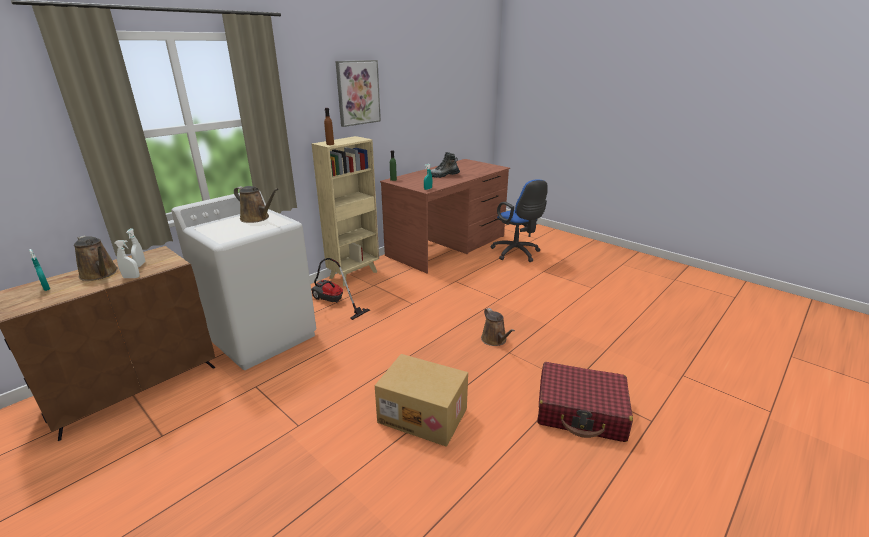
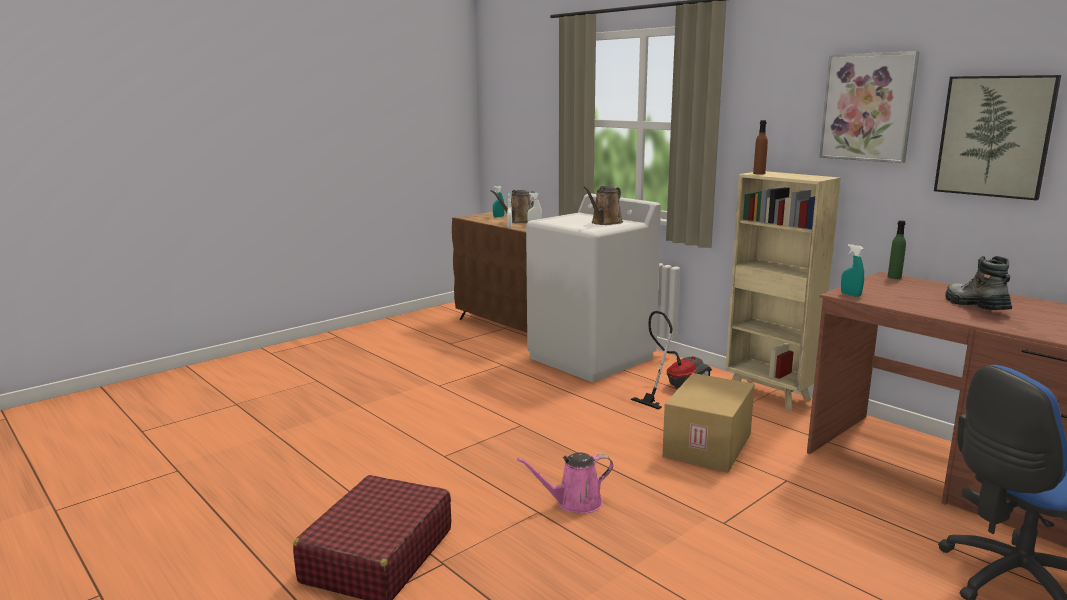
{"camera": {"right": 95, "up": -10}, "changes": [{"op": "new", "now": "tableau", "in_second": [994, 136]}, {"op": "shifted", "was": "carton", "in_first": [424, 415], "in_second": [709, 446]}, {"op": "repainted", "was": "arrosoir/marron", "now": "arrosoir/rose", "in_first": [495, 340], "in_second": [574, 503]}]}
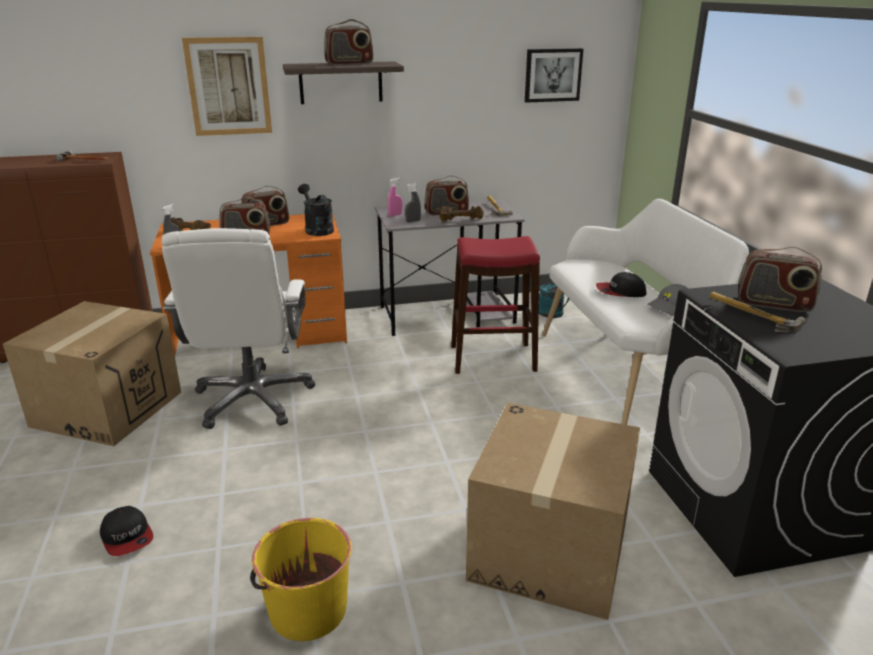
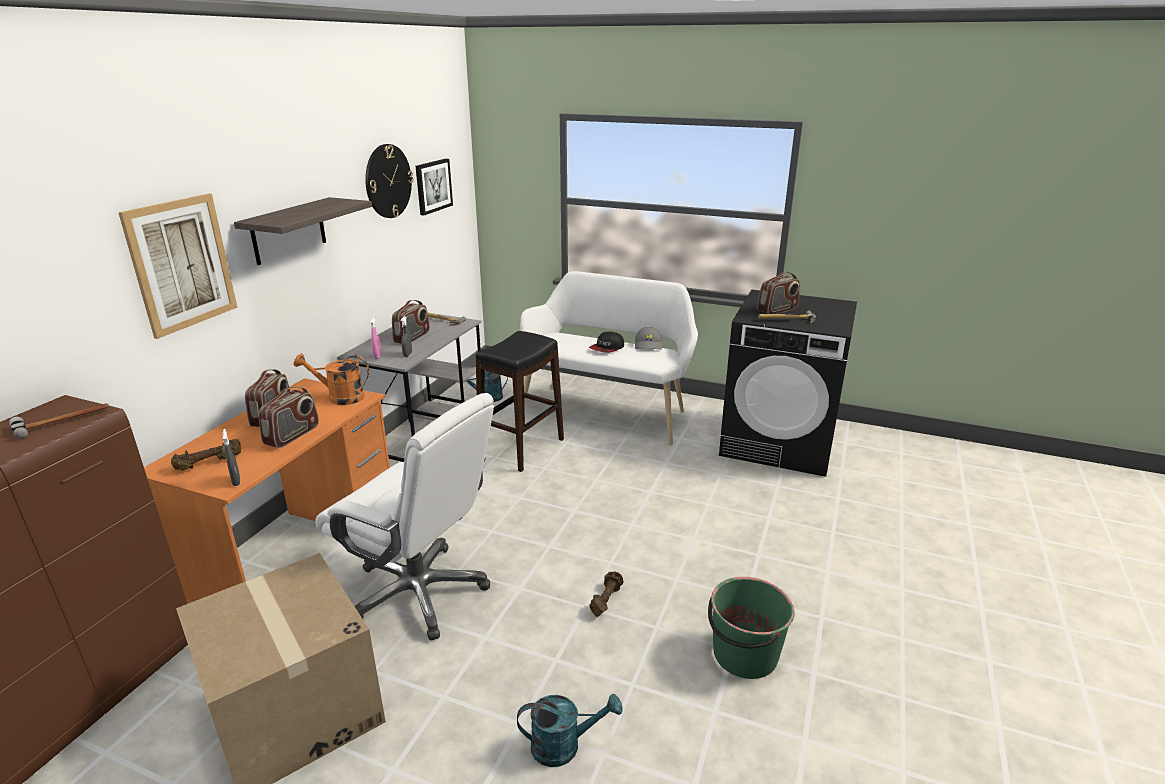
{"camera": {"right": -55, "up": 0}, "changes": [{"op": "gone", "was": "radio", "in_first": [349, 63]}, {"op": "gone", "was": "carton", "in_first": [550, 551]}, {"op": "new", "now": "horloge murale", "in_second": [388, 181]}, {"op": "shifted", "was": "haltère/marron", "in_first": [461, 220], "in_second": [605, 600]}, {"op": "swapped", "was": "casquette", "now": "arrosoir/turquoise", "in_first": [127, 537], "in_second": [564, 745]}, {"op": "repainted", "was": "seau/jaune", "now": "seau/vert", "in_first": [307, 610], "in_second": [744, 655]}, {"op": "repainted", "was": "arrosoir/noir", "now": "arrosoir/orange", "in_first": [317, 229], "in_second": [340, 397]}, {"op": "repainted", "was": "tabouret/rouge", "now": "tabouret/noir", "in_first": [492, 358], "in_second": [521, 448]}]}
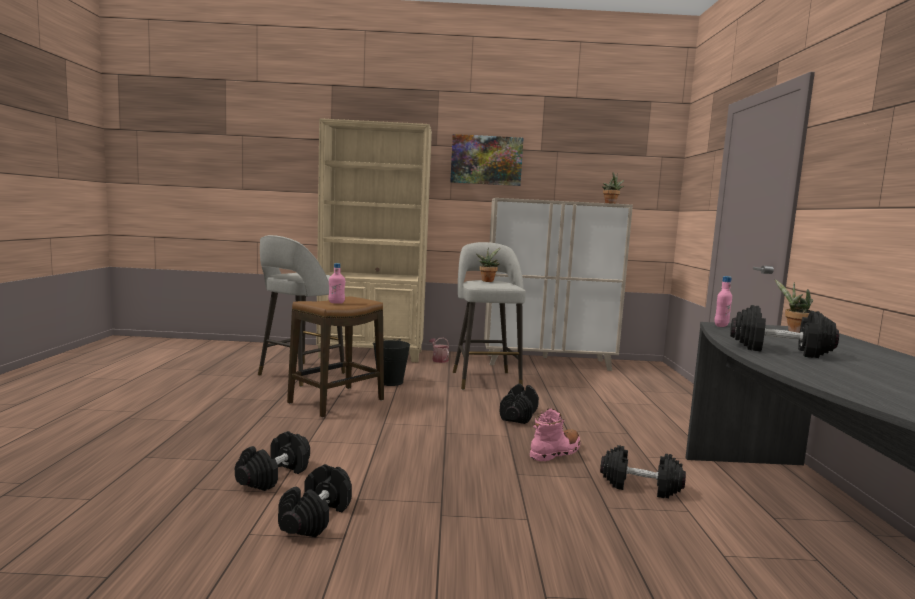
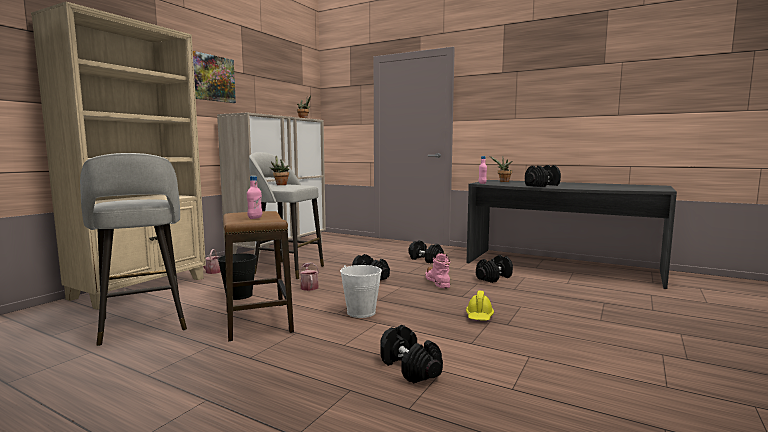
{"camera": {"right": -60, "up": 0}, "changes": [{"op": "new", "now": "arrosoir", "in_second": [309, 287]}, {"op": "new", "now": "seau/blanc", "in_second": [361, 312]}, {"op": "new", "now": "casque de chantier/jaune", "in_second": [479, 316]}, {"op": "shifted", "was": "haltère/noir", "in_first": [315, 517], "in_second": [425, 260]}]}
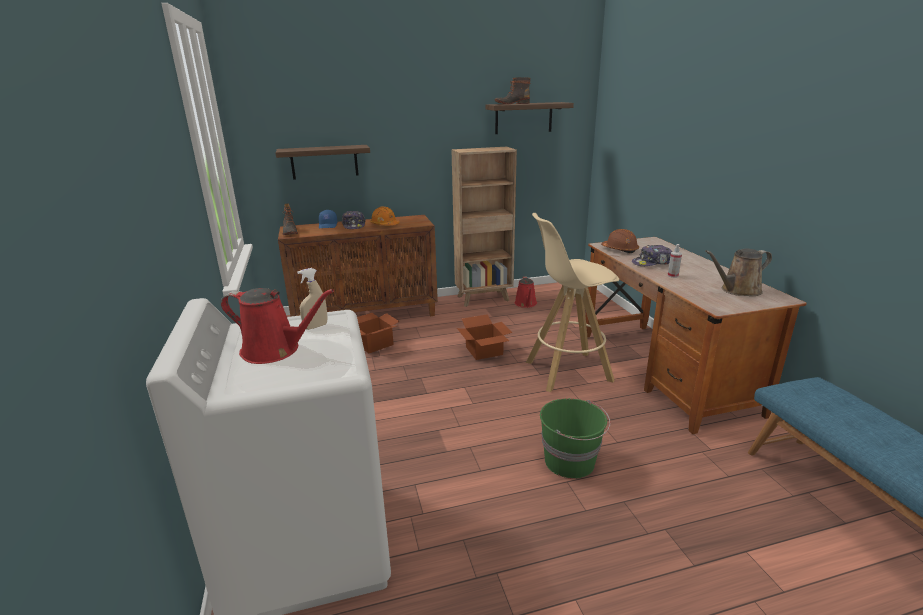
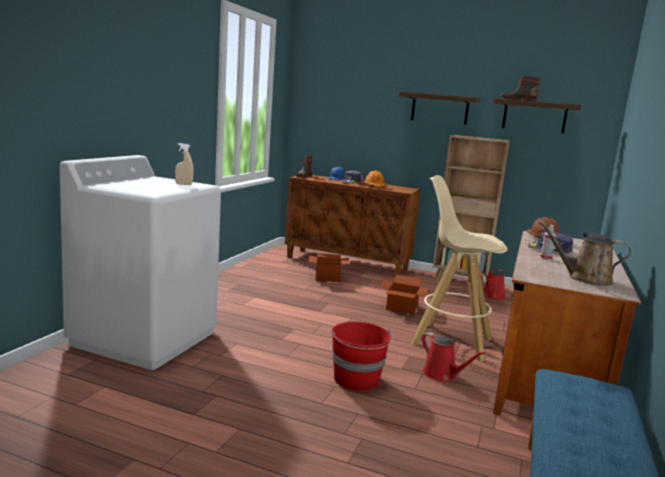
{"camera": {"right": 35, "up": -10}, "changes": [{"op": "shifted", "was": "arrosoir/rouge", "in_first": [275, 350], "in_second": [442, 375]}, {"op": "shifted", "was": "étagère", "in_first": [324, 162], "in_second": [439, 109]}, {"op": "repainted", "was": "seau/vert", "now": "seau/rouge", "in_first": [570, 461], "in_second": [357, 380]}]}
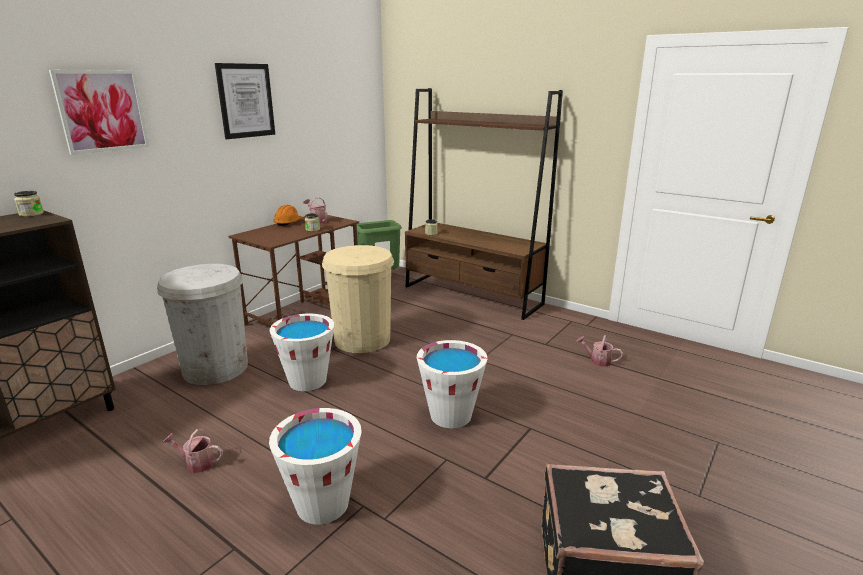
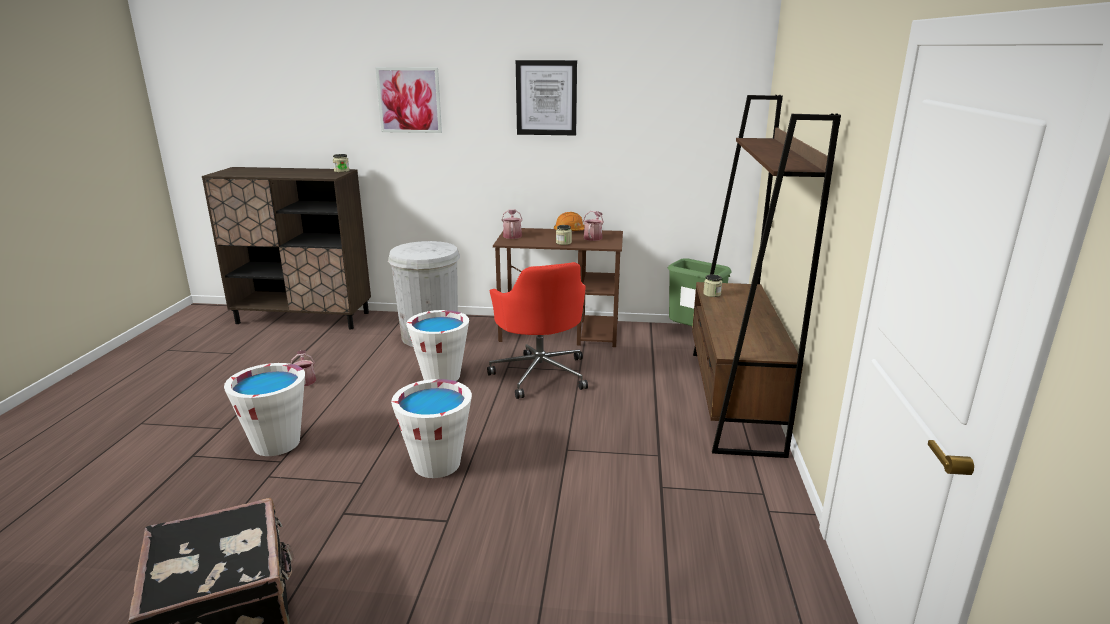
{"camera": {"right": 60, "up": 0}, "changes": [{"op": "shifted", "was": "arrosoir", "in_first": [597, 361], "in_second": [512, 235]}, {"op": "swapped", "was": "poubelle/beige", "now": "chaise de bureau/rouge", "in_first": [362, 339], "in_second": [540, 373]}]}
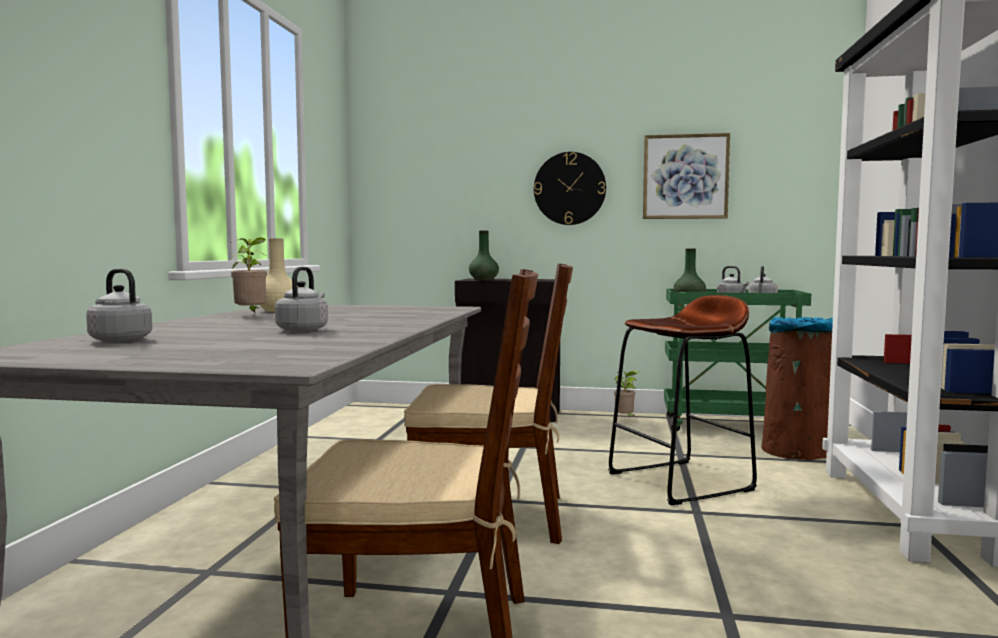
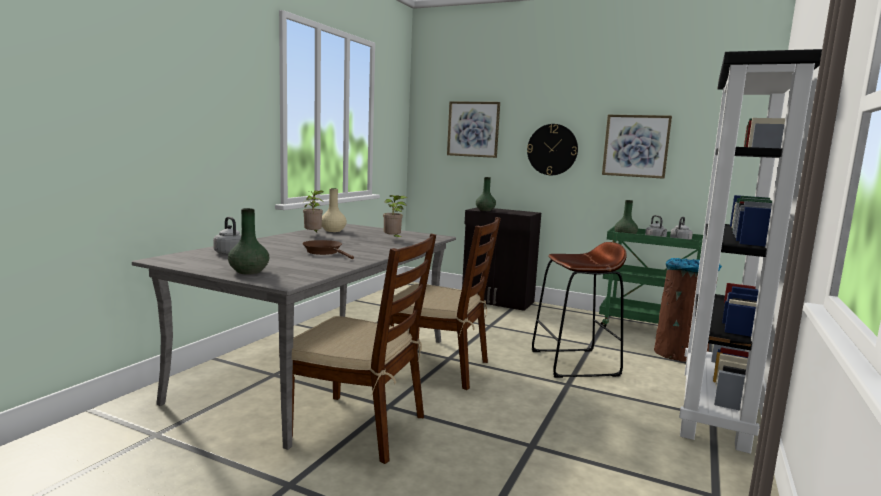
{"camera": {"right": 15, "up": 5}, "changes": [{"op": "new", "now": "vase/vert", "in_second": [249, 272]}, {"op": "new", "now": "tableau", "in_second": [473, 129]}, {"op": "shifted", "was": "plante en pot", "in_first": [625, 418], "in_second": [393, 240]}, {"op": "swapped", "was": "bouilloire/gris", "now": "poêle/marron", "in_first": [303, 330], "in_second": [325, 252]}]}
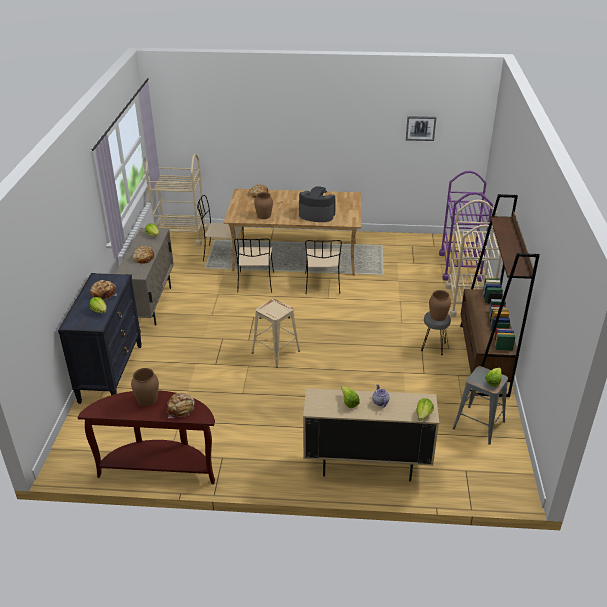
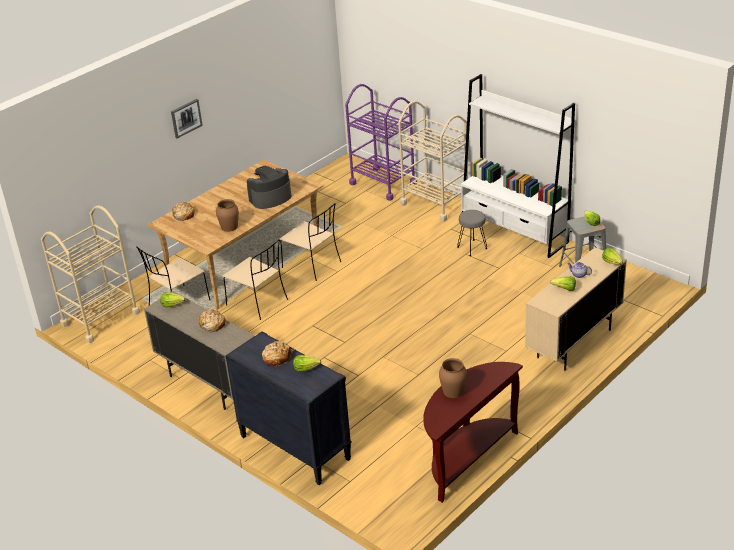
{"camera": {"right": -50, "up": 0}, "changes": [{"op": "gone", "was": "pain", "in_first": [181, 409]}, {"op": "gone", "was": "tabouret/beige", "in_first": [275, 352]}, {"op": "gone", "was": "vase/marron", "in_first": [438, 316]}, {"op": "shifted", "was": "tableau", "in_first": [420, 128], "in_second": [186, 118]}, {"op": "repainted", "was": "bibliothèque/marron", "now": "bibliothèque/blanc", "in_first": [483, 359], "in_second": [514, 232]}]}
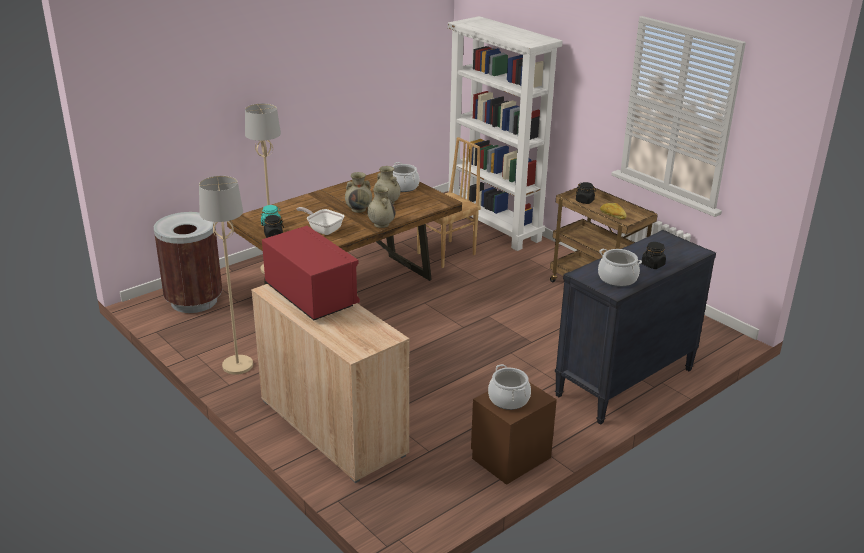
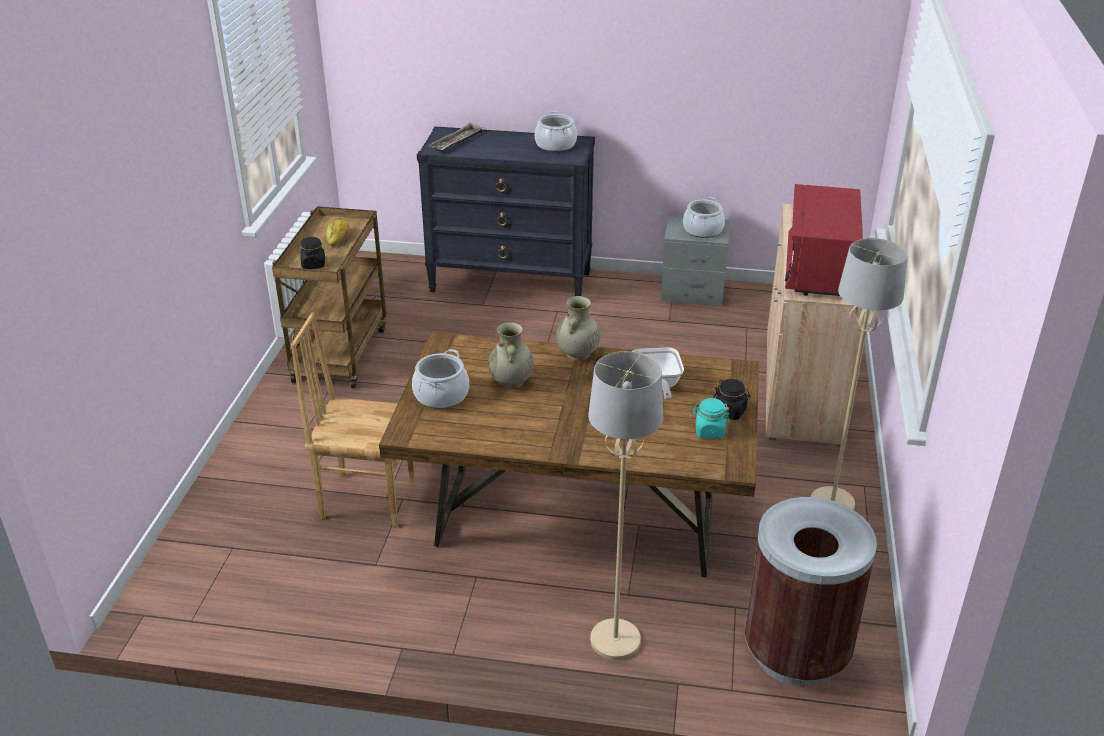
{"camera": {"right": -130, "up": 5}, "changes": [{"op": "gone", "was": "vase/beige", "in_first": [359, 209]}, {"op": "gone", "was": "bibliothèque/blanc", "in_first": [494, 228]}, {"op": "gone", "was": "bocal/noir", "in_first": [653, 264]}, {"op": "new", "now": "plateau", "in_second": [457, 141]}, {"op": "repainted", "was": "table de chevet/marron", "now": "table de chevet/gris", "in_first": [509, 457], "in_second": [692, 292]}]}
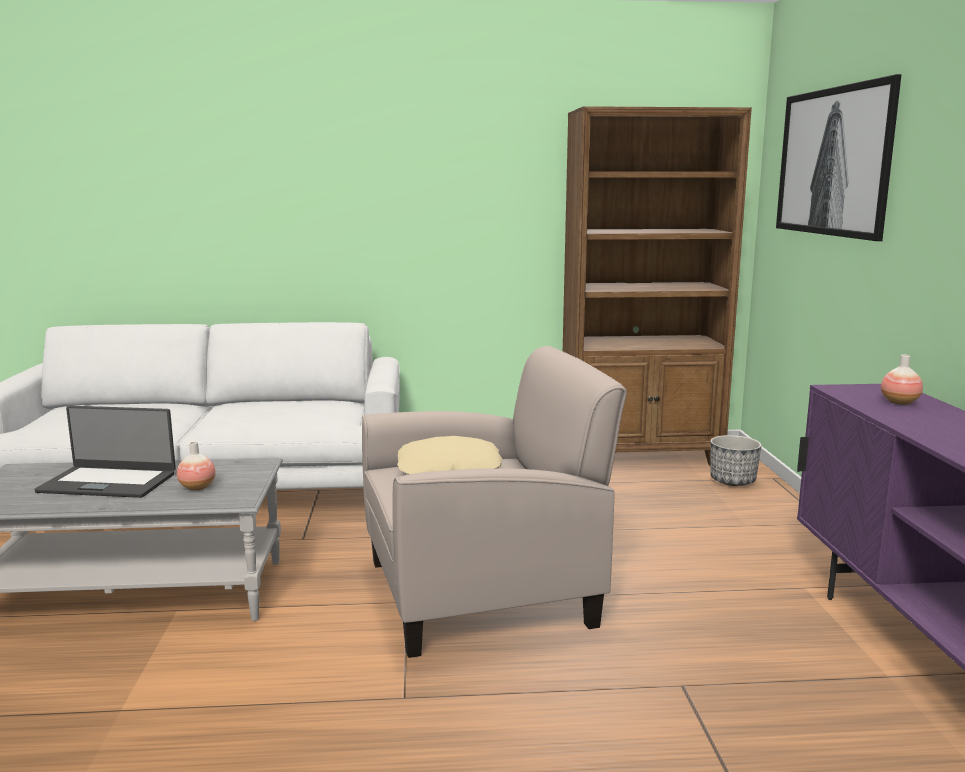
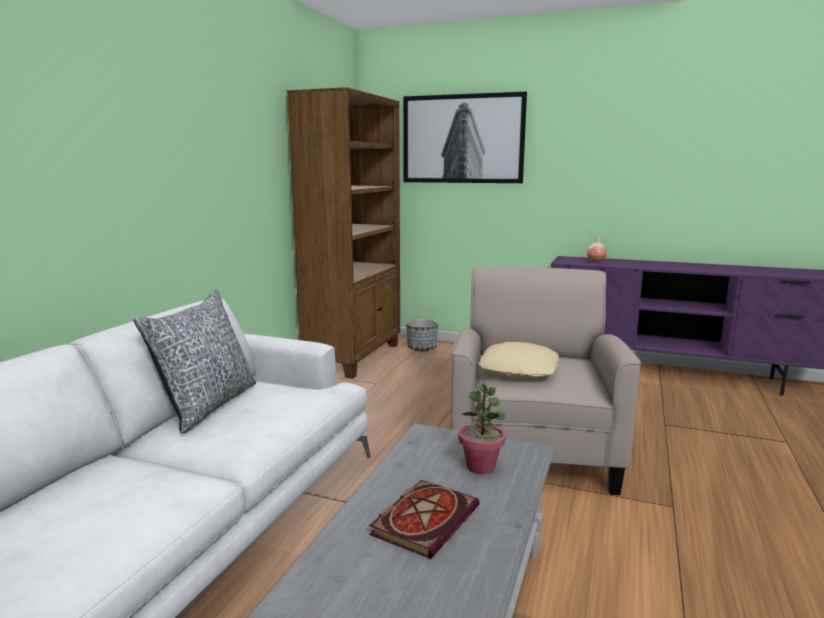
{"camera": {"right": -65, "up": 0}, "changes": [{"op": "new", "now": "coussin", "in_second": [207, 405]}, {"op": "swapped", "was": "ordinateur portable", "now": "livre", "in_first": [108, 482], "in_second": [425, 519]}, {"op": "swapped", "was": "vase", "now": "plante en pot", "in_first": [197, 487], "in_second": [481, 467]}]}
